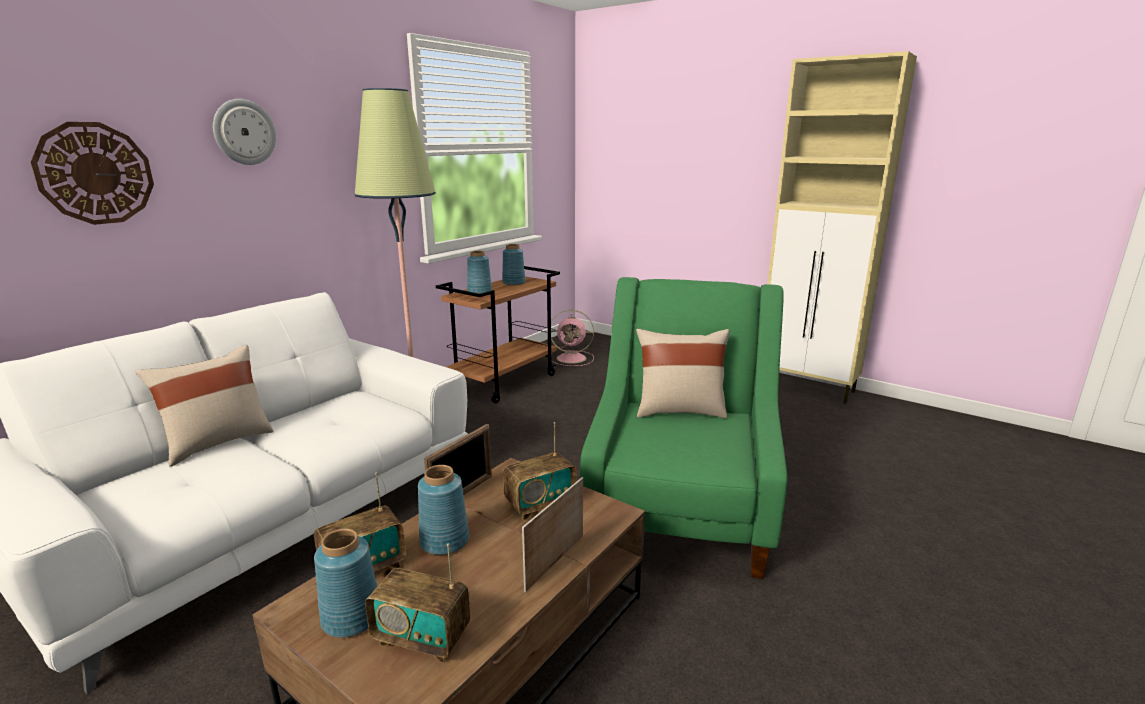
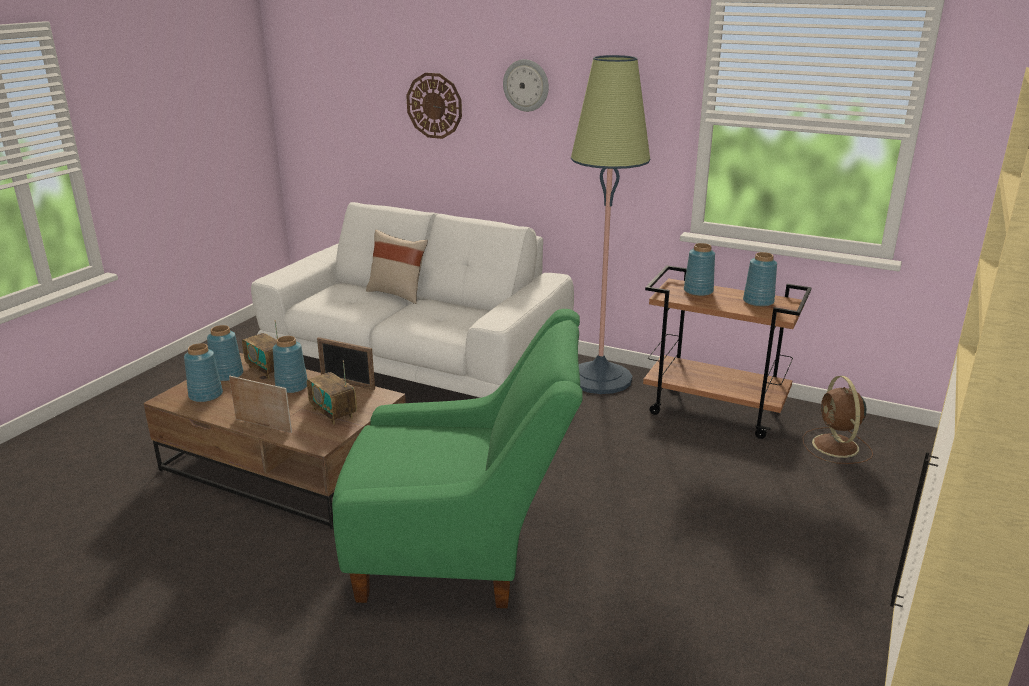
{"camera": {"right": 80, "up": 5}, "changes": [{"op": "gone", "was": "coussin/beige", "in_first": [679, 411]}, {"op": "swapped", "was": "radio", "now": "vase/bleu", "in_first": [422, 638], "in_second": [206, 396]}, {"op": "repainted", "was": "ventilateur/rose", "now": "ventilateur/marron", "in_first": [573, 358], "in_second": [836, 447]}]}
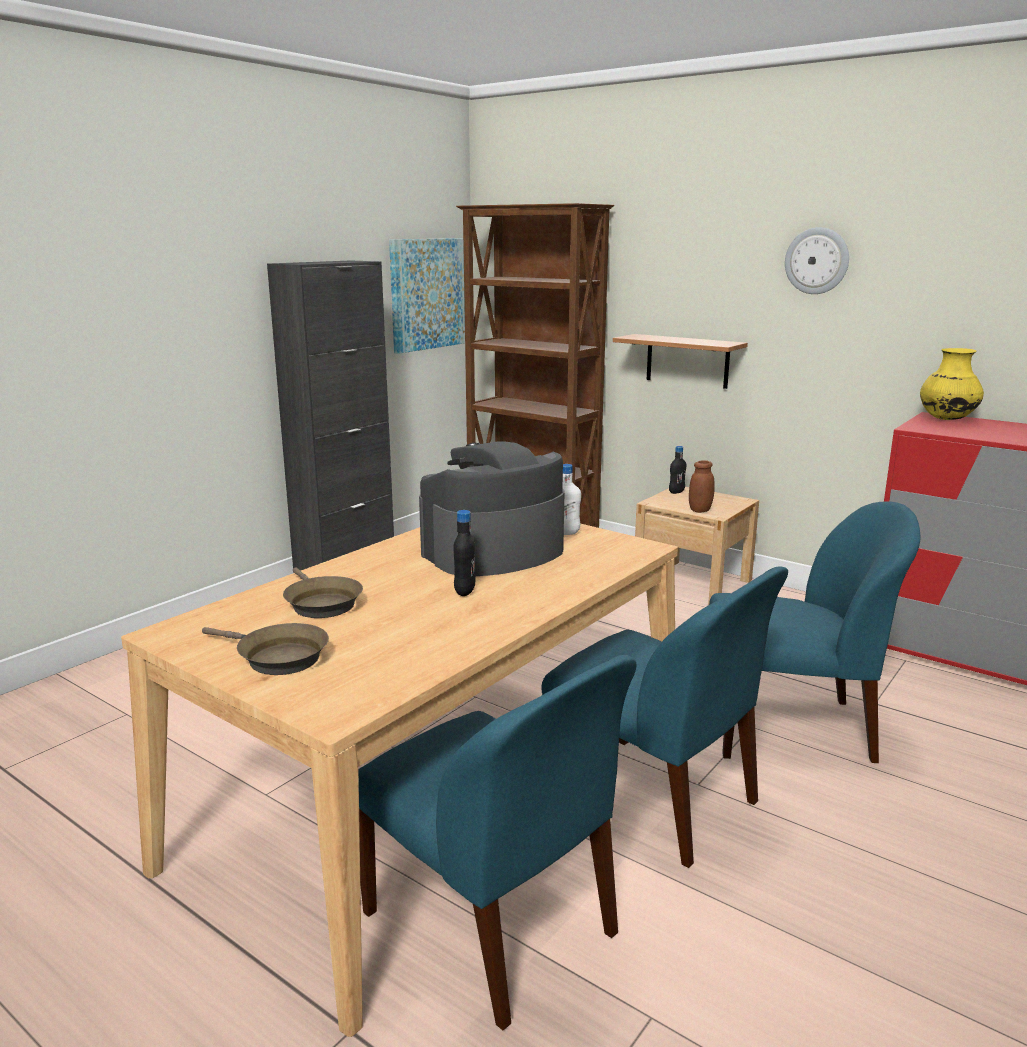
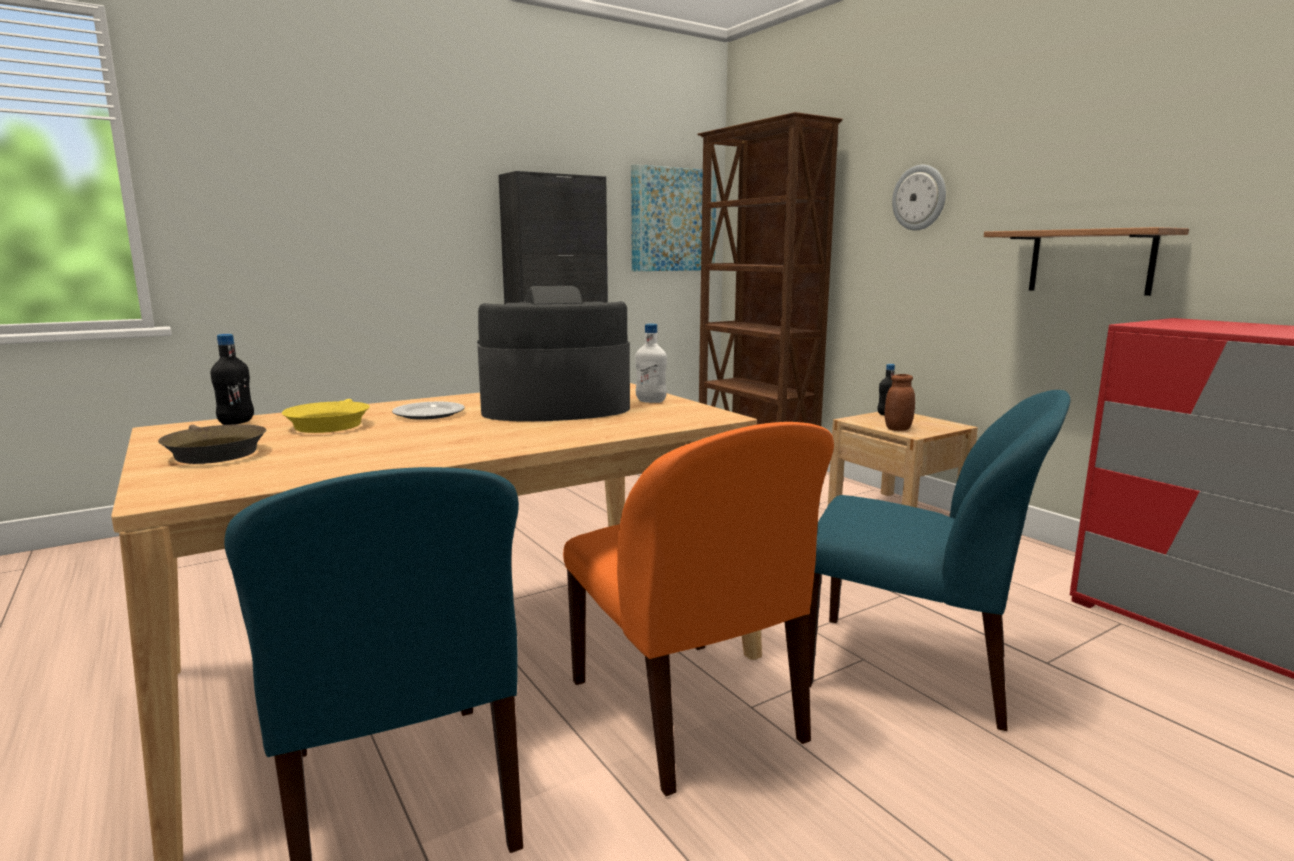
{"camera": {"right": 20, "up": -5}, "changes": [{"op": "gone", "was": "vase/jaune", "in_first": [946, 419]}, {"op": "new", "now": "assiette", "in_second": [428, 414]}, {"op": "shifted", "was": "bouteille/noir", "in_first": [464, 591], "in_second": [236, 422]}, {"op": "shifted", "was": "étagère", "in_first": [687, 361], "in_second": [1090, 261]}, {"op": "shifted", "was": "horloge murale", "in_first": [817, 261], "in_second": [919, 198]}, {"op": "repainted", "was": "poêle/marron", "now": "poêle/jaune", "in_first": [321, 603], "in_second": [329, 424]}, {"op": "repainted", "was": "chaise/bleu", "now": "chaise/orange", "in_first": [655, 800], "in_second": [688, 713]}]}
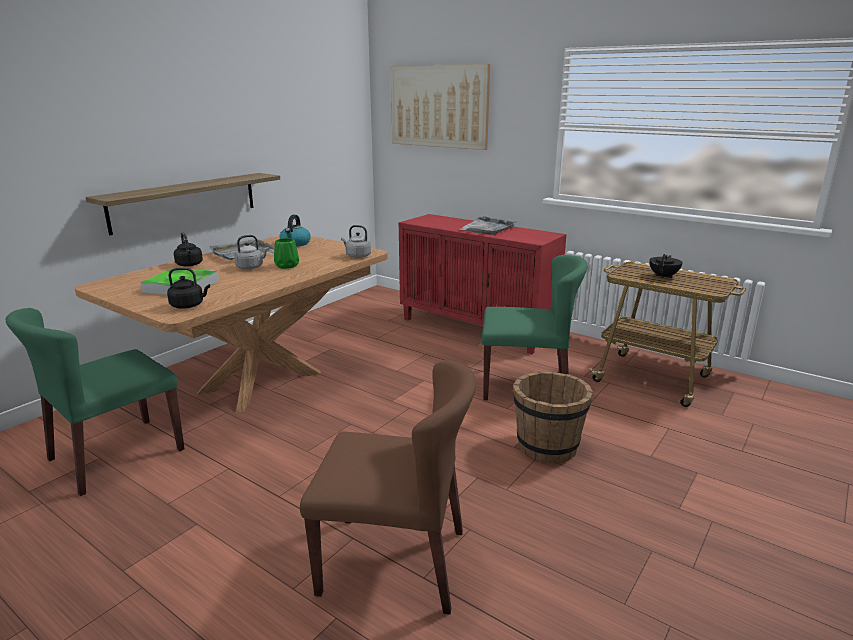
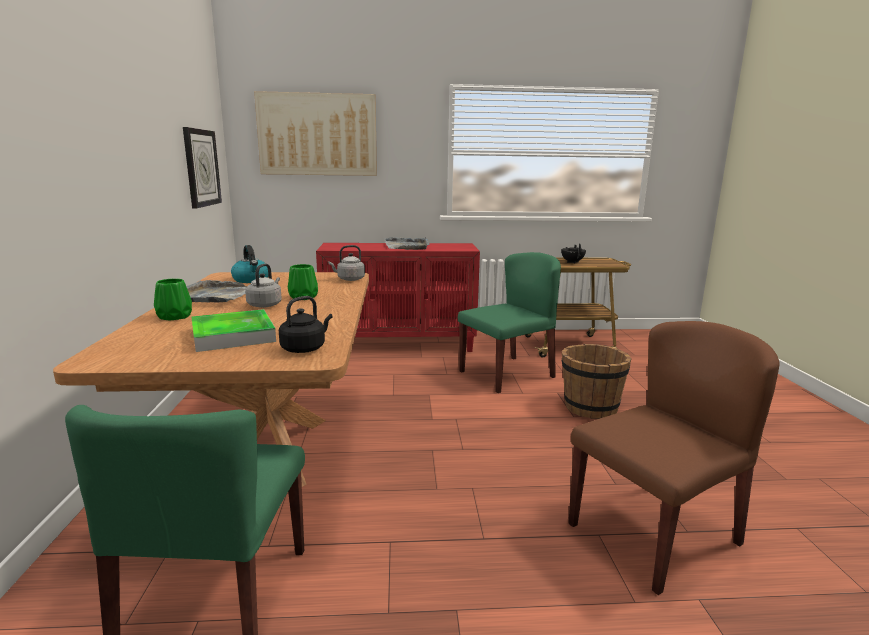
{"camera": {"right": -40, "up": -5}, "changes": [{"op": "gone", "was": "étagère", "in_first": [185, 201]}, {"op": "new", "now": "horloge murale", "in_second": [201, 168]}, {"op": "swapped", "was": "bouilloire/noir", "now": "vase/vert", "in_first": [189, 265], "in_second": [176, 316]}]}
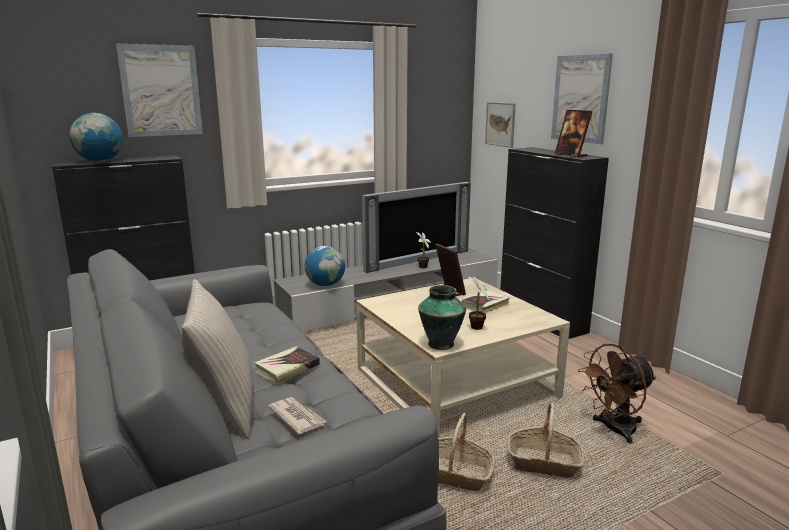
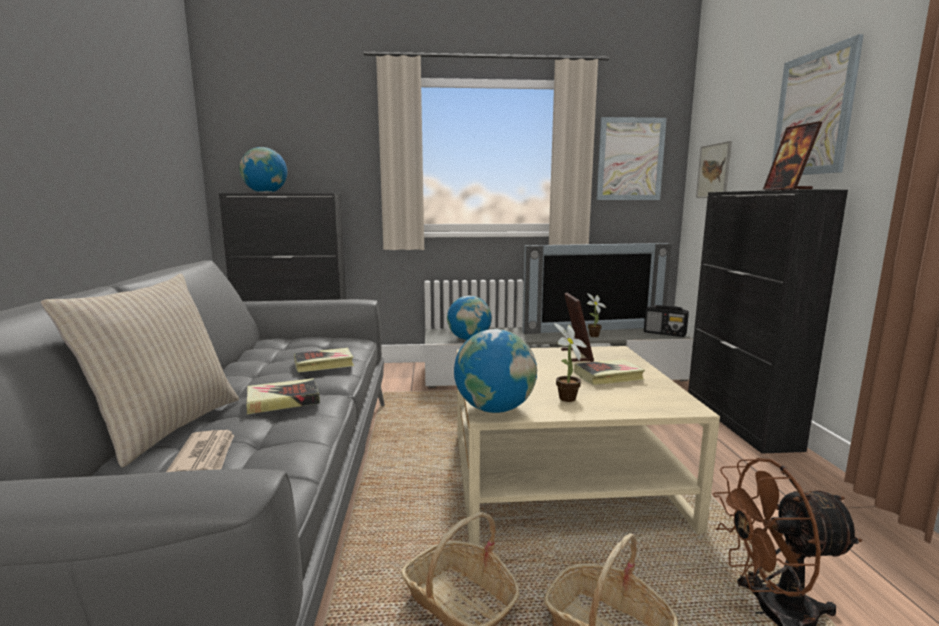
{"camera": {"right": 25, "up": -5}, "changes": [{"op": "new", "now": "livre", "in_second": [324, 364]}, {"op": "new", "now": "radio", "in_second": [665, 333]}, {"op": "shifted", "was": "tableau", "in_first": [161, 91], "in_second": [630, 159]}, {"op": "swapped", "was": "vase", "now": "globe", "in_first": [440, 344], "in_second": [495, 409]}]}
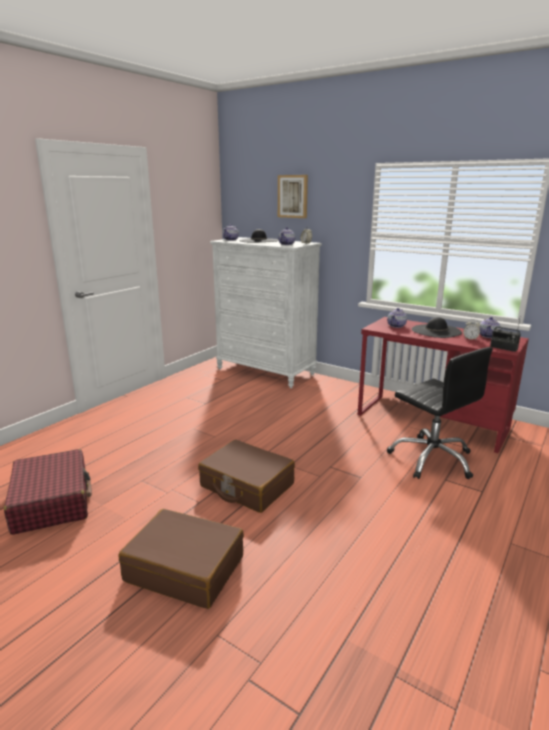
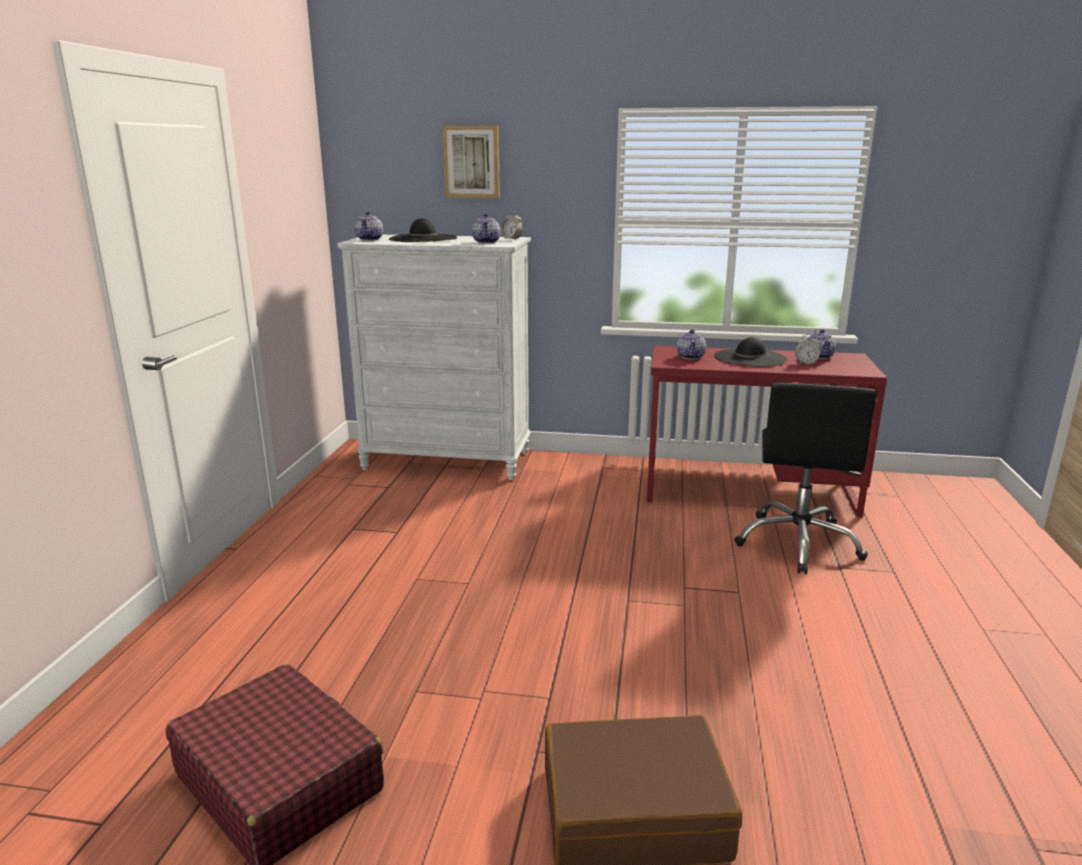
{"camera": {"right": -25, "up": 0}, "changes": [{"op": "gone", "was": "valise/marron", "in_first": [246, 485]}, {"op": "gone", "was": "radio", "in_first": [503, 348]}, {"op": "rotated", "was": "chaise de bureau/noir", "in_first": [432, 459], "in_second": [798, 543], "clockwise": 75}]}
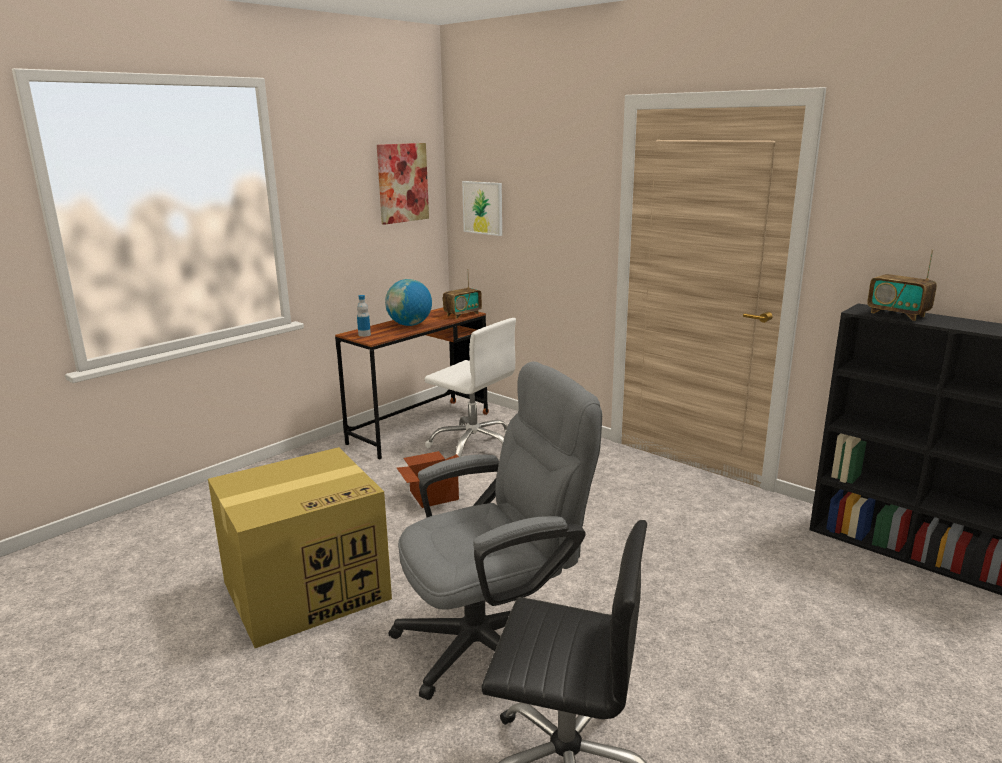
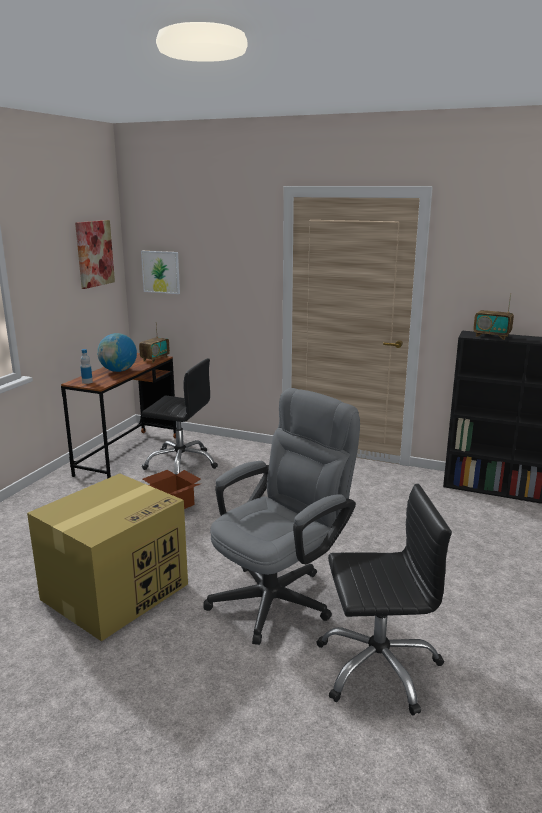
{"camera": {"right": -20, "up": 0}, "changes": [{"op": "repainted", "was": "chaise de bureau/blanc", "now": "chaise de bureau/noir", "in_first": [474, 446], "in_second": [181, 463]}]}
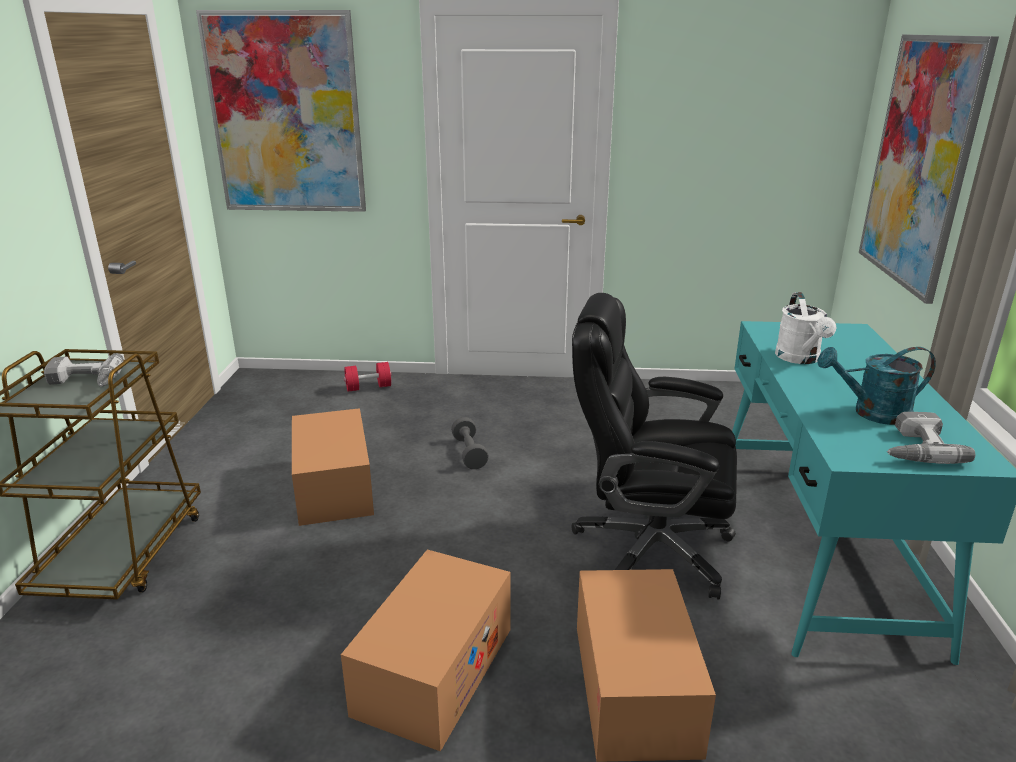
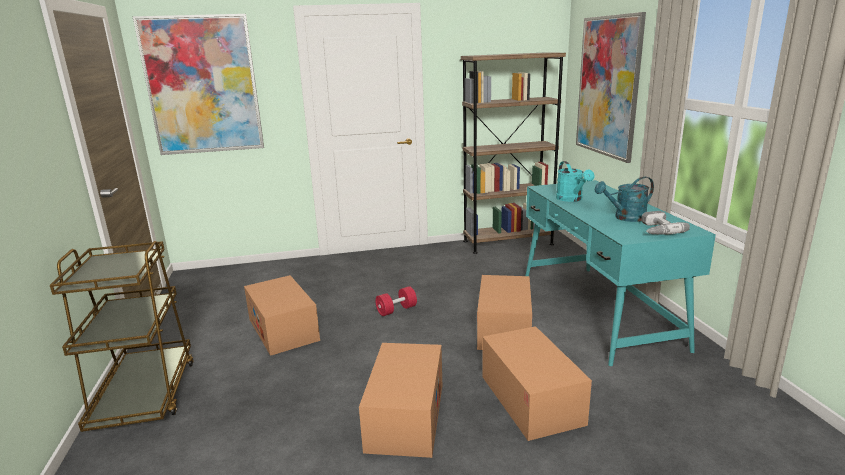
{"camera": {"right": -15, "up": -5}, "changes": [{"op": "gone", "was": "perceuse", "in_first": [84, 381]}, {"op": "gone", "was": "haltère/gris", "in_first": [469, 453]}, {"op": "new", "now": "bibliothèque/marron", "in_second": [508, 243]}, {"op": "shifted", "was": "haltère/rouge", "in_first": [368, 387], "in_second": [396, 310]}, {"op": "swapped", "was": "chaise de bureau/noir", "now": "carton", "in_first": [648, 549], "in_second": [504, 328]}, {"op": "repainted", "was": "arrosoir/blanc", "now": "arrosoir/turquoise", "in_first": [800, 359], "in_second": [572, 199]}]}
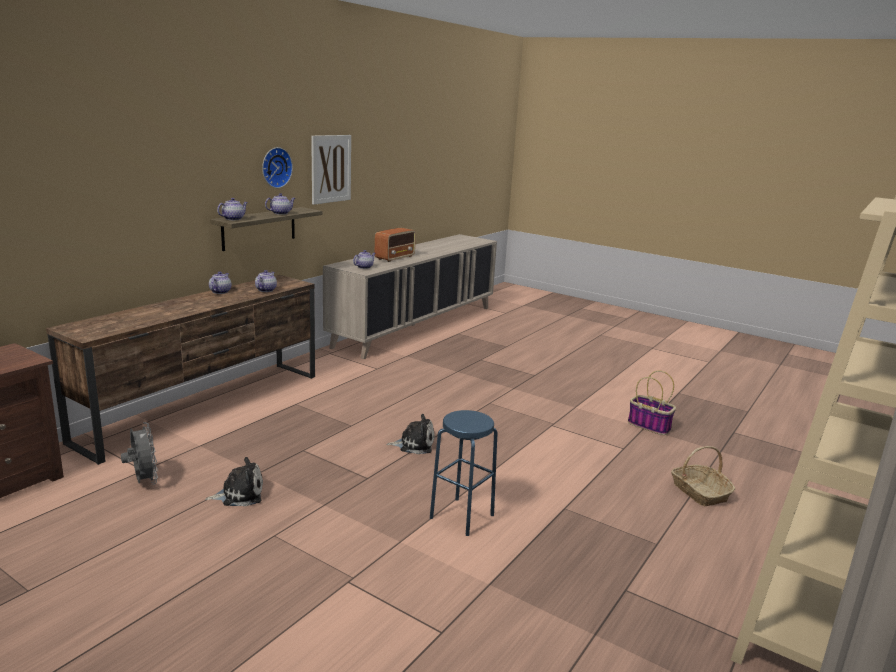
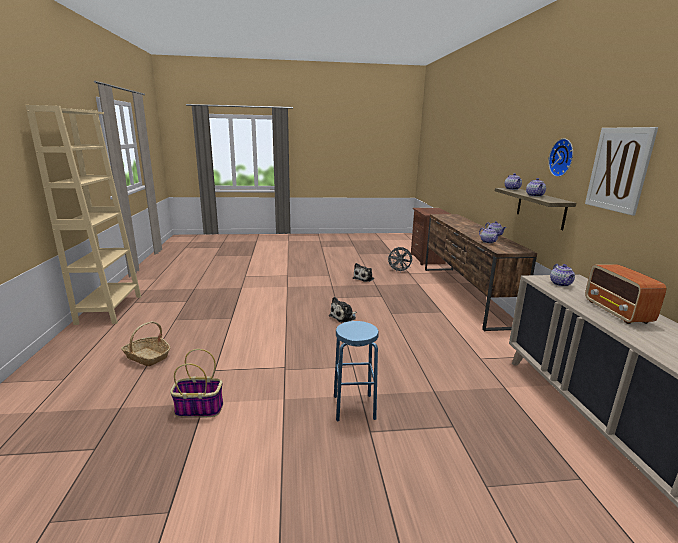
{"camera": {"right": 140, "up": 0}, "changes": [{"op": "shifted", "was": "tabouret/bleu", "in_first": [462, 516], "in_second": [354, 407]}]}
